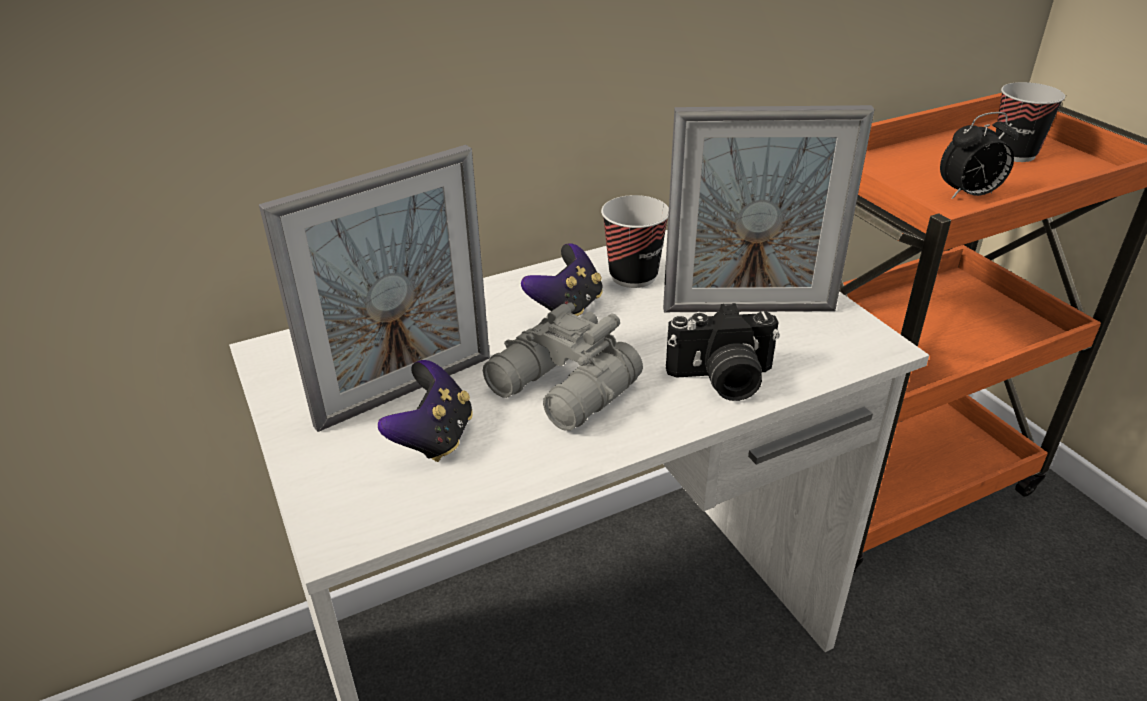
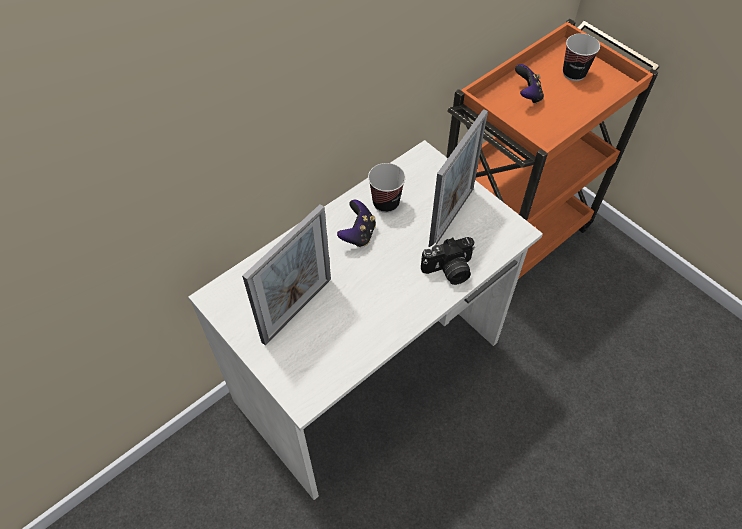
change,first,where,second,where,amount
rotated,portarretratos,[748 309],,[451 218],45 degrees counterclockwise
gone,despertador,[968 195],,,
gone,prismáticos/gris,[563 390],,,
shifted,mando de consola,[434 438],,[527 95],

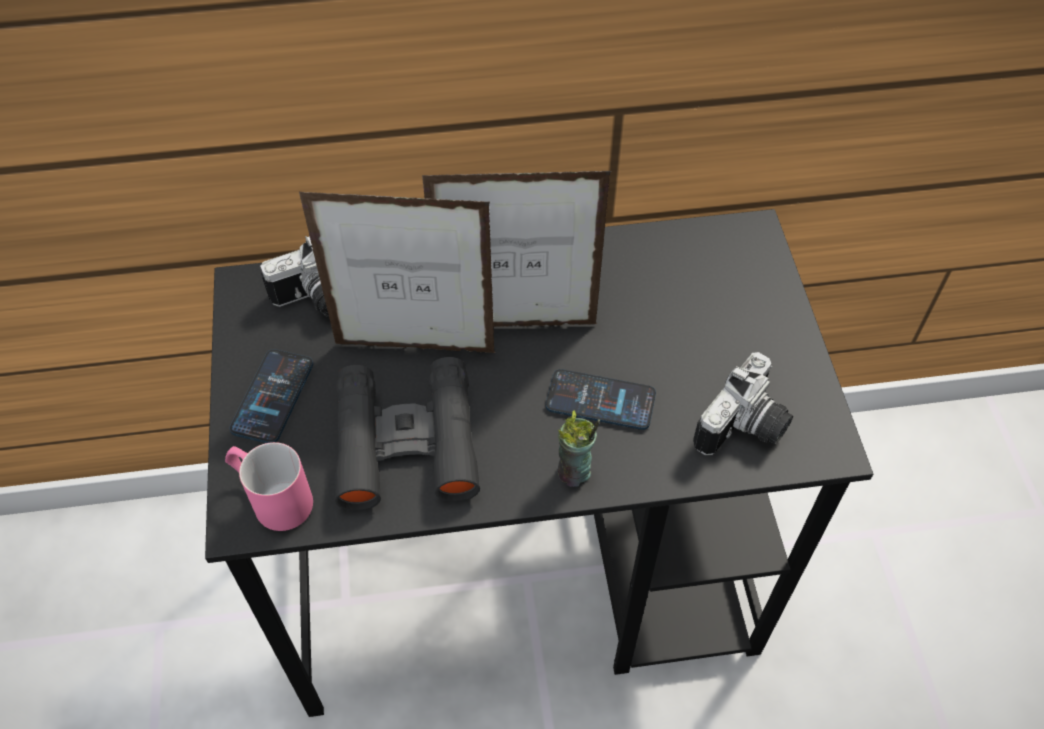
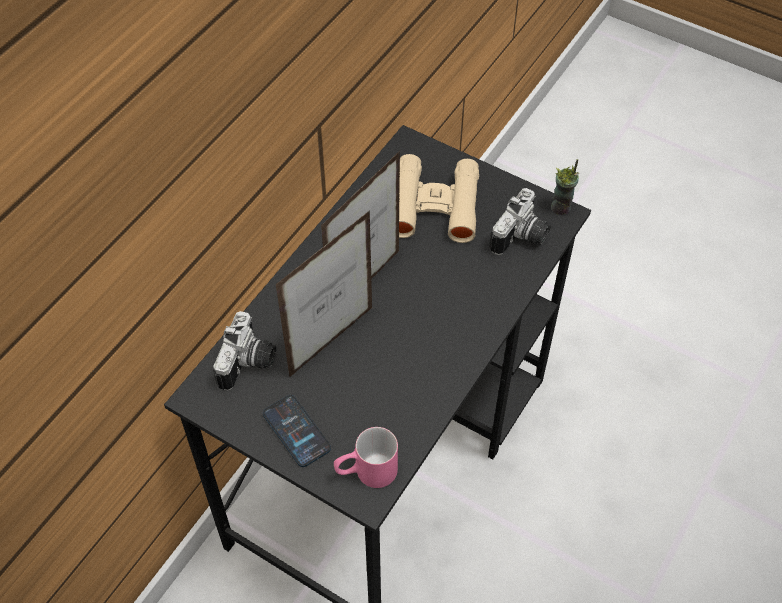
change,first,where,second,where,amount
rotated,cámara,[745 429],,[522 238],45 degrees clockwise
gone,prismáticos/negro,[406 442],,,
gone,móvil,[600 400],,,
shifted,taza,[574 473],,[561 207],
new,,,prismáticos/beis,[434 206],

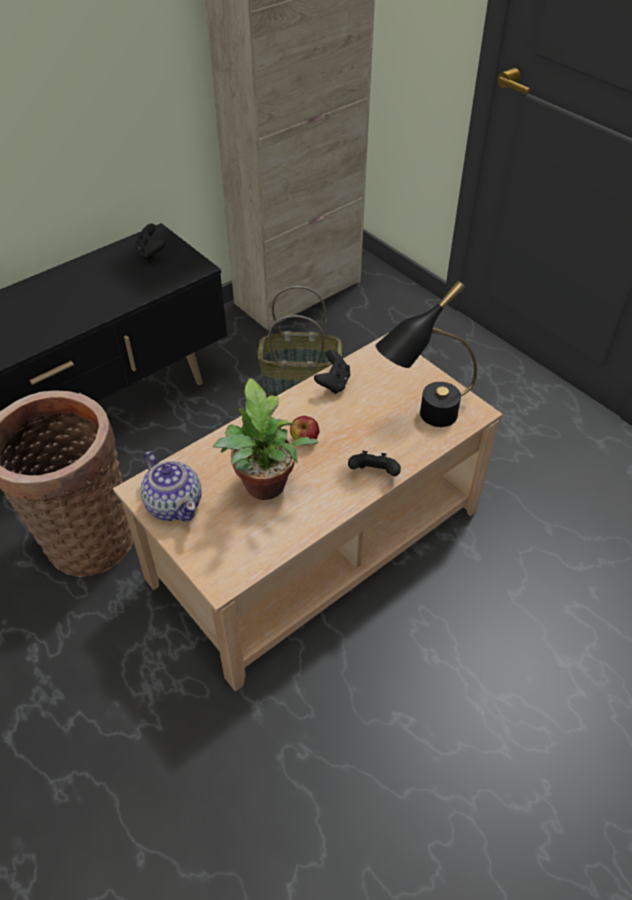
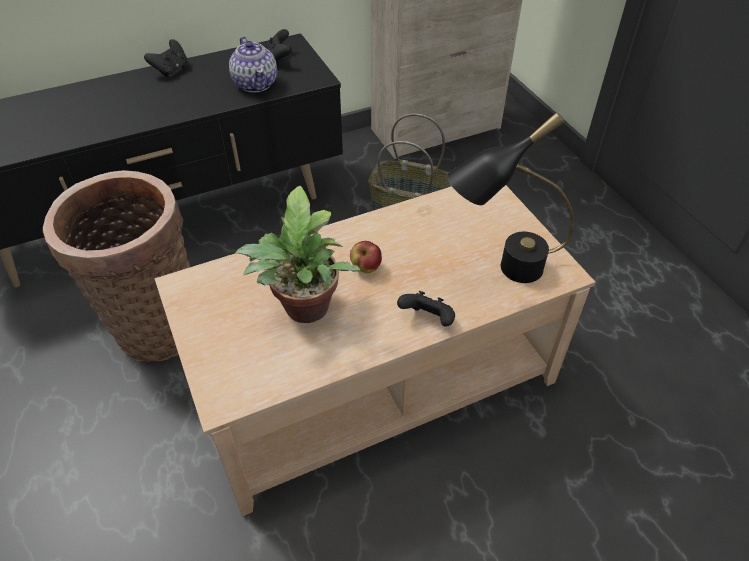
change,first,where,second,where,amount
shifted,mando de consola/negro,[333 383],,[171 70],
shifted,tetera,[174 504],,[256 84],

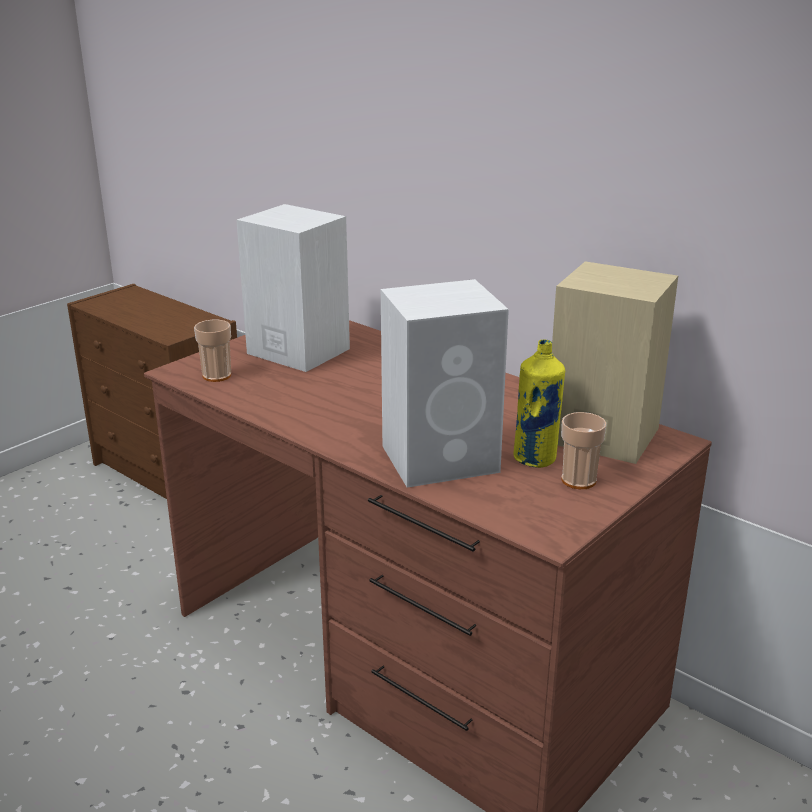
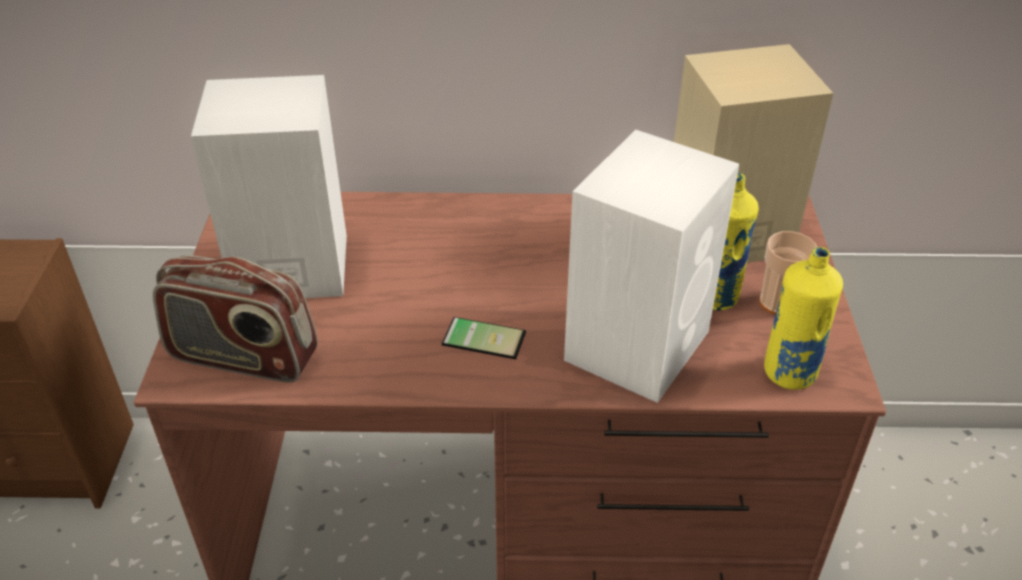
change,first,where,second,where,amount
swapped,taza,[217 376],radio,[243 357],
new,,,botella/amarillo,[788 373],
new,,,móvil,[485 335],

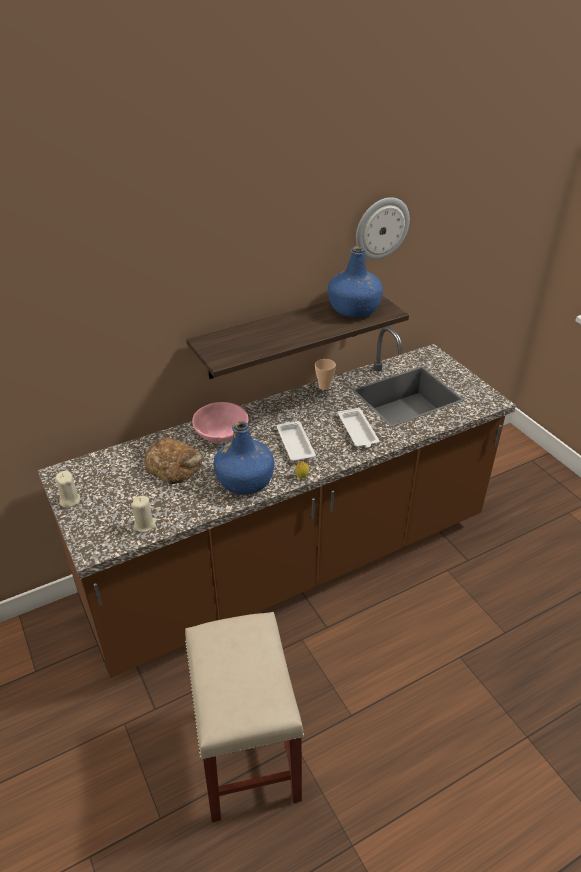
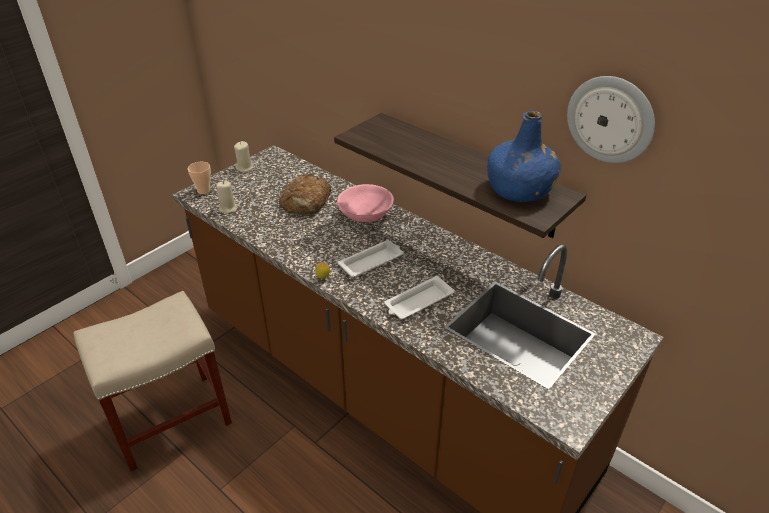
change,first,where,second,where,amount
shifted,taza,[324 386],,[204 191],
gone,botella/azul,[245 480],,,

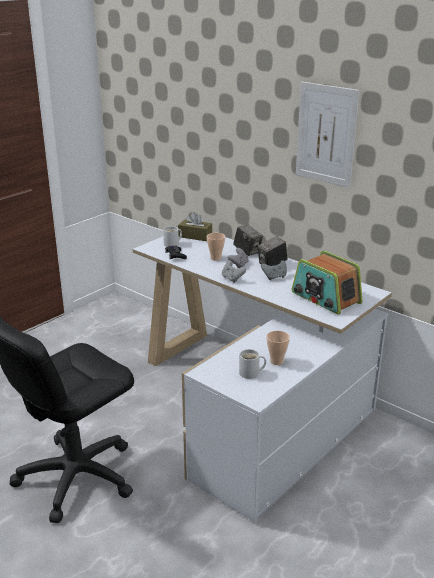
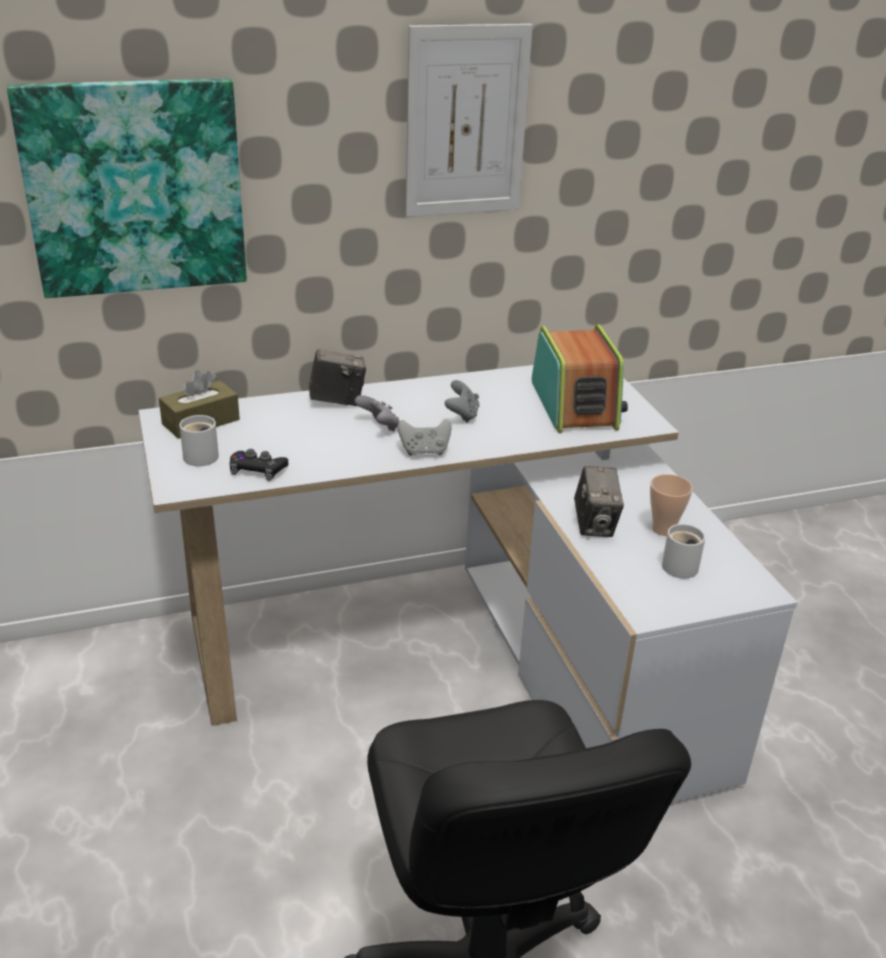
change,first,where,second,where,amount
gone,taza,[215 258],,,
shifted,cámara,[272 264],,[595 525],
rotated,radio,[325 298],,[575 405],90 degrees counterclockwise
new,,,cuadro,[135 188],

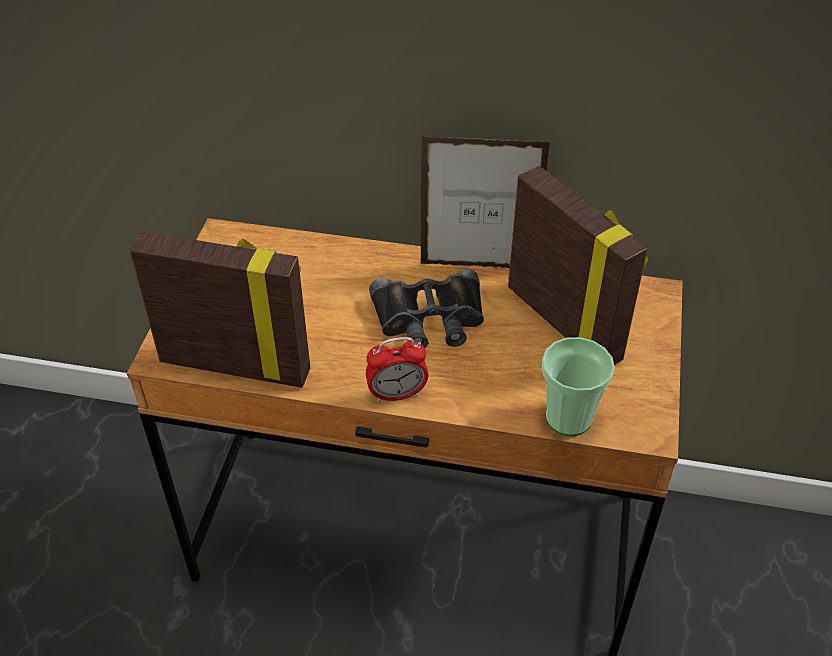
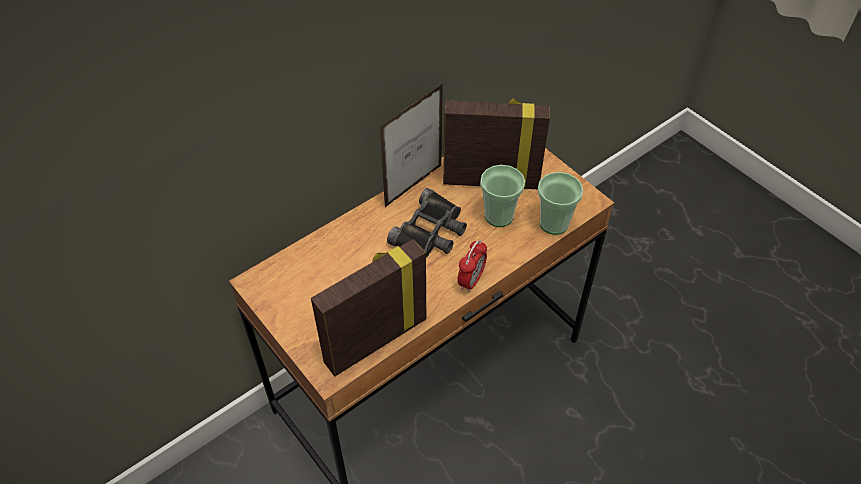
change,first,where,second,where,amount
new,,,taza,[499 216],

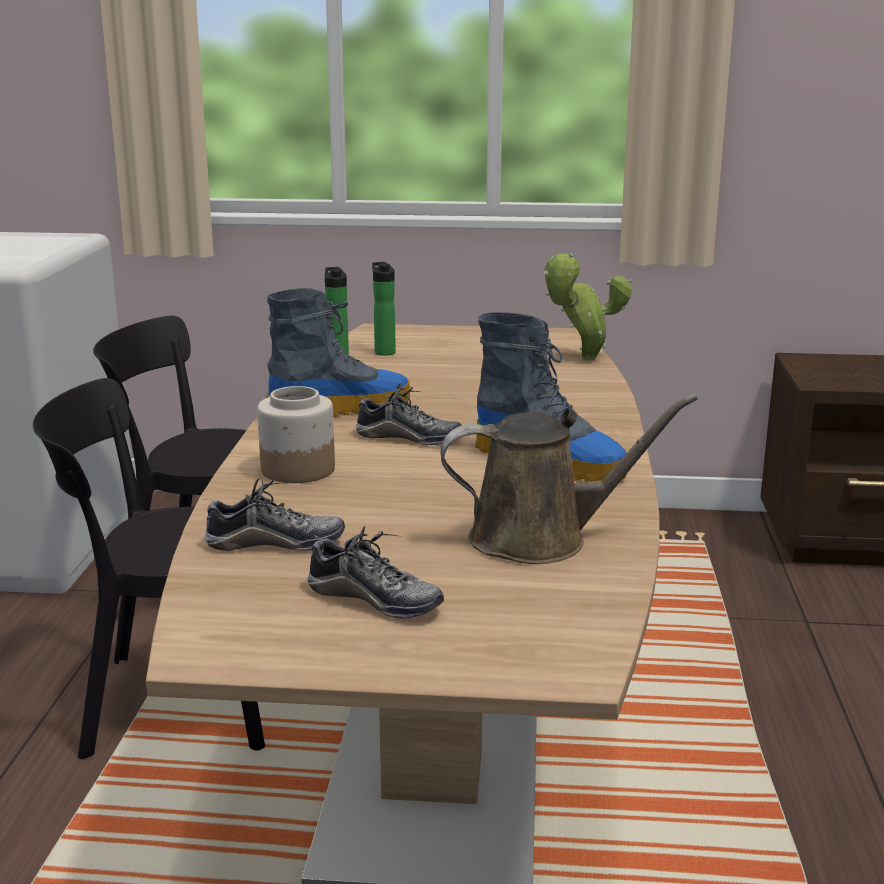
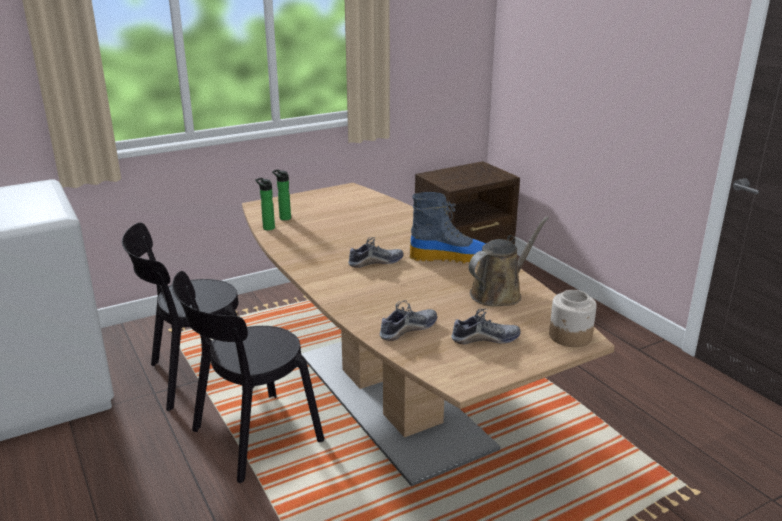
change,first,where,second,where,amount
gone,planta en maceta,[583 359],,,
gone,bota,[340 410],,,
shifted,tarro,[297 470],,[570 336],

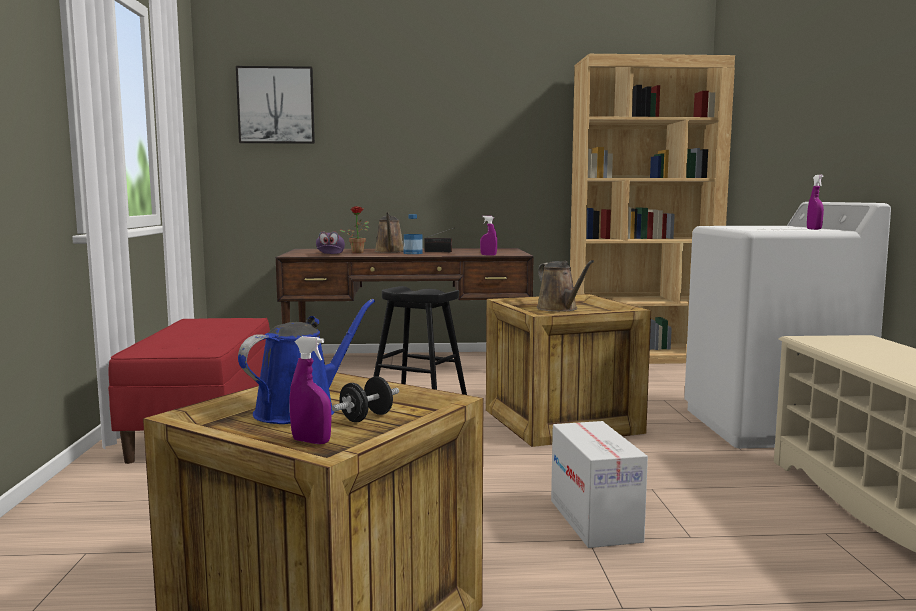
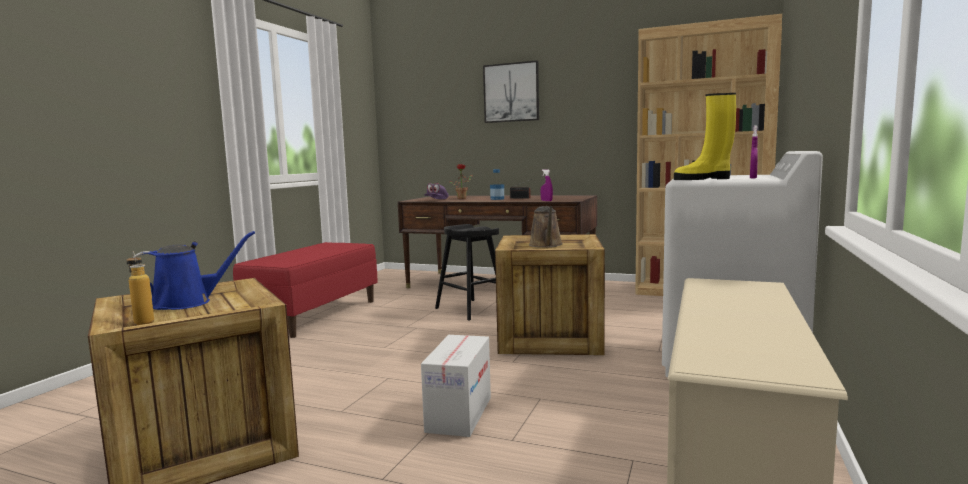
change,first,where,second,where,amount
shifted,cuadro,[276 105],,[511 92],
gone,regadera/marrón,[389 251],,,
swapped,pulverizador/morado,[311 441],botella,[142 321],
gone,mancuerna/negro,[366 418],,,
new,,,bota/amarillo,[703 179],

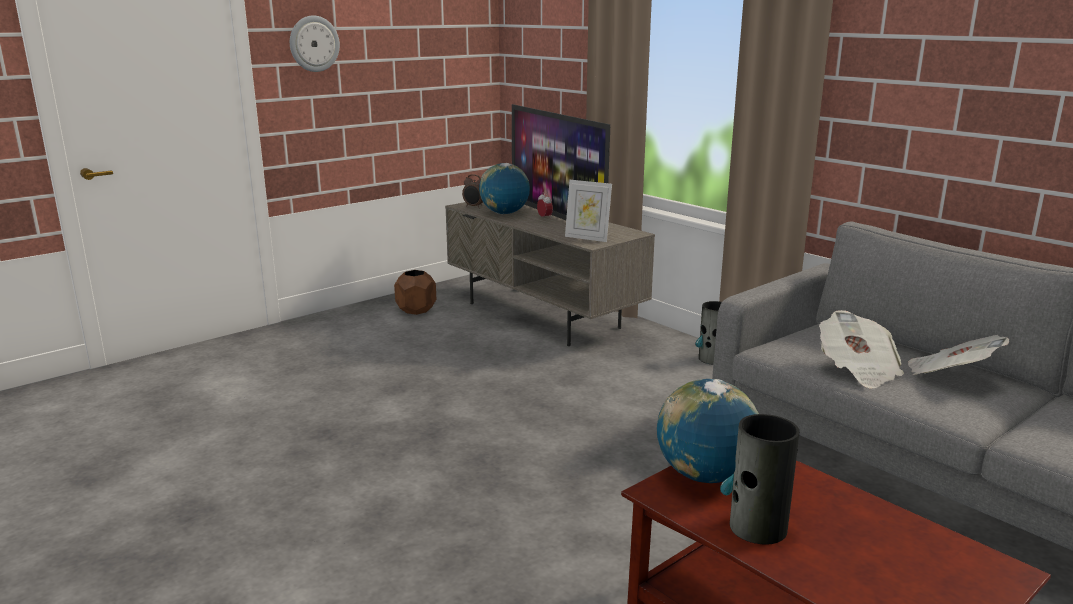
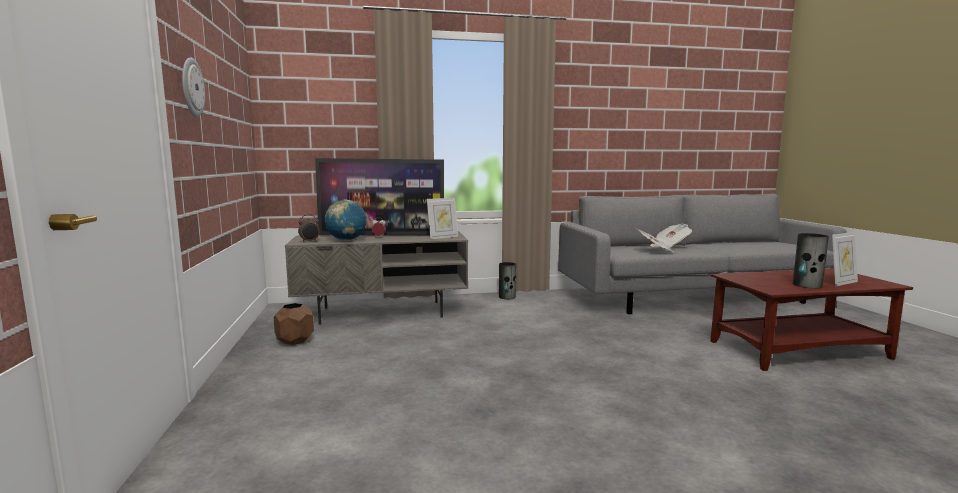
change,first,where,second,where,amount
gone,globo terráqueo,[705 475],,,
new,,,portarretratos,[842 283],

